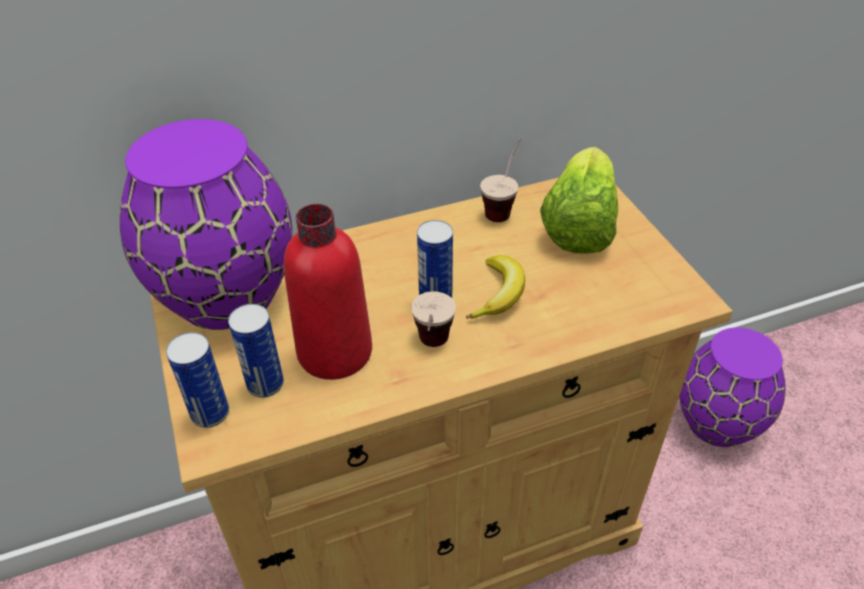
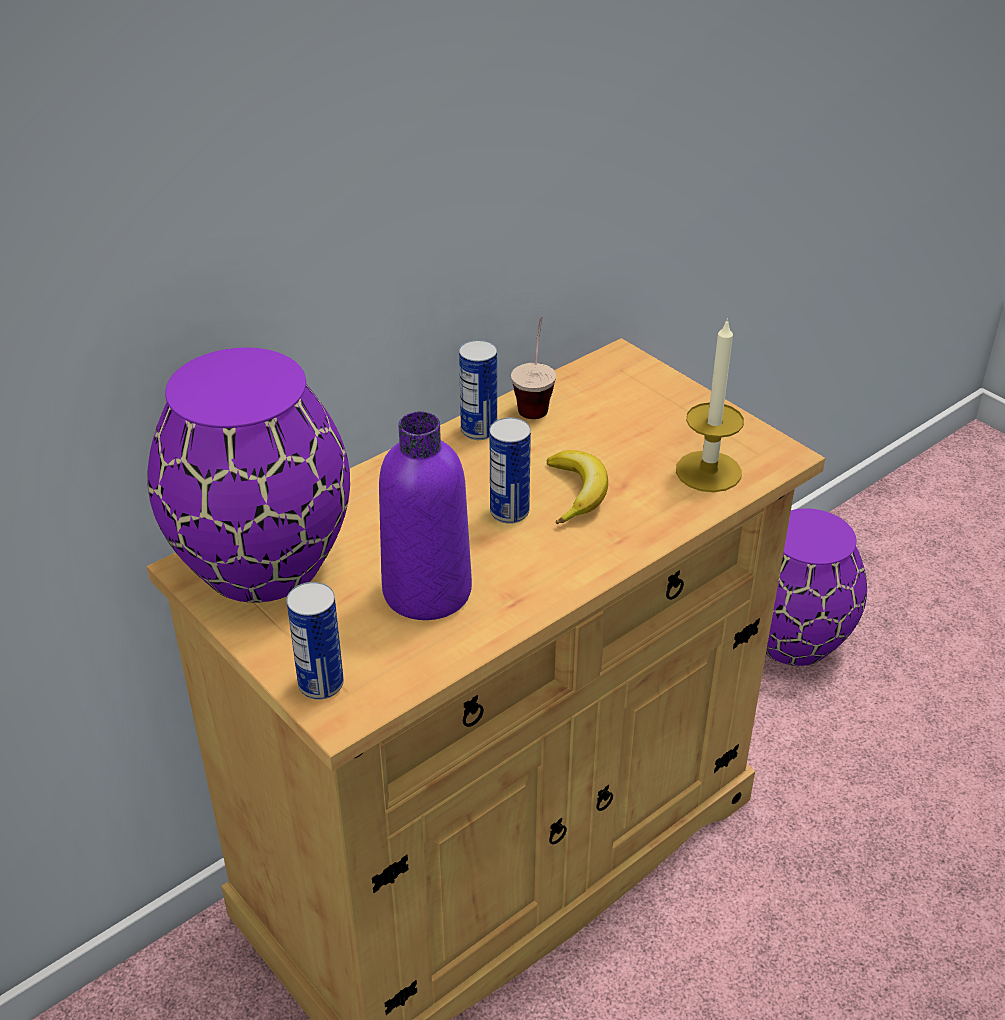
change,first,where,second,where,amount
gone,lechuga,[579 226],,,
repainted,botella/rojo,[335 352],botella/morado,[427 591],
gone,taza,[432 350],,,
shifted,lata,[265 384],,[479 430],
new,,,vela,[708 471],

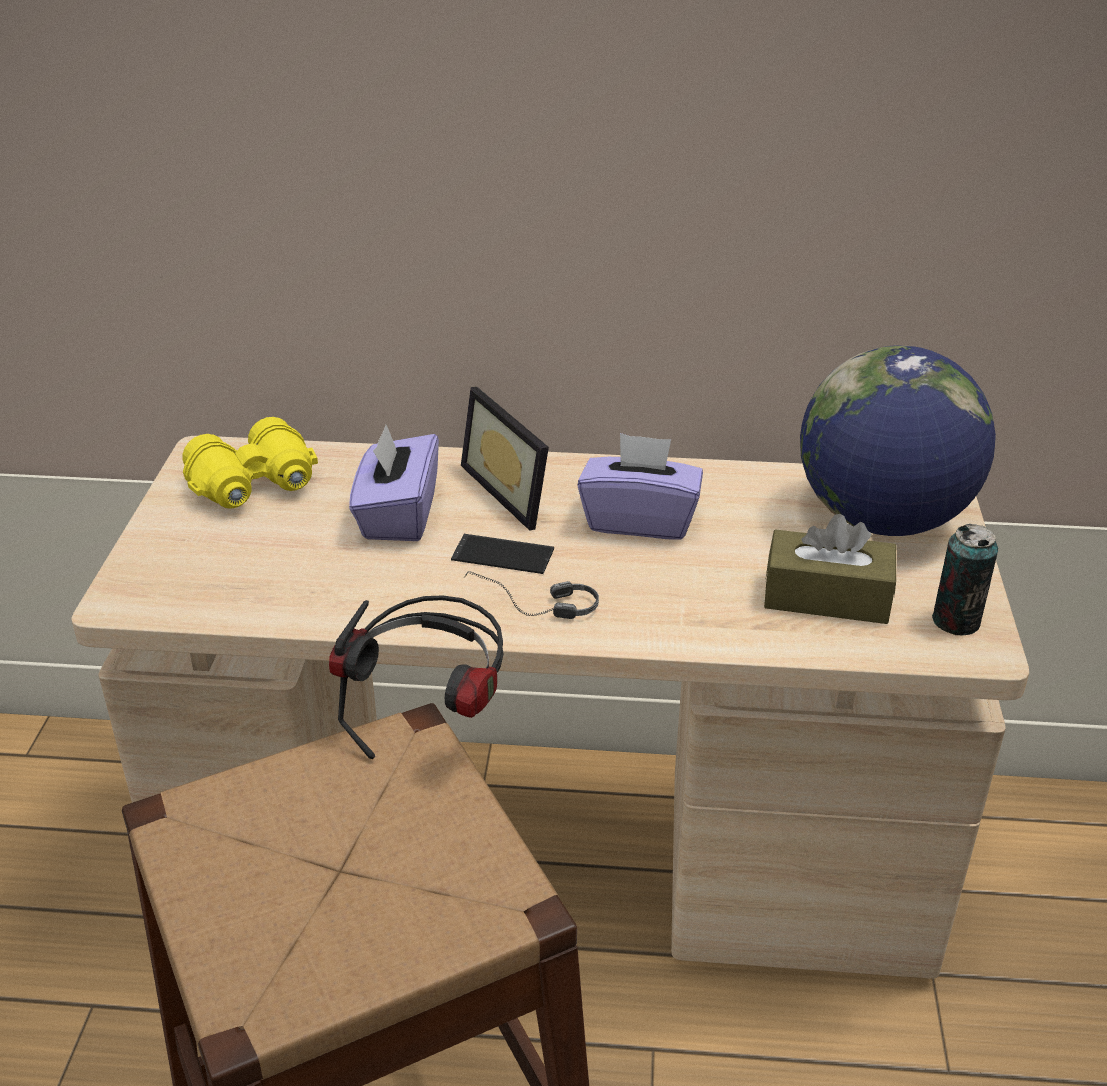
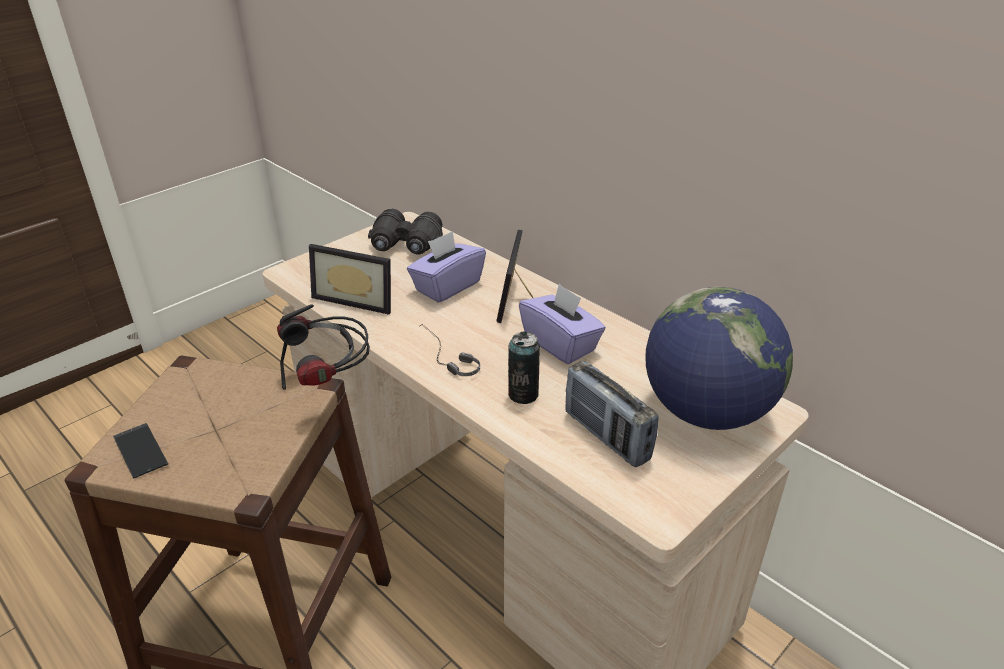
change,first,where,second,where,amount
repainted,prismáticos/amarillo,[255 486],prismáticos/negro,[406 246],
swapped,caja de pañuelos/marrón,[827 597],radio,[606 436],
shifted,lata,[956 621],,[523 394],
shifted,móvil,[503 555],,[140 450],
new,,,portarretratos,[357 298],

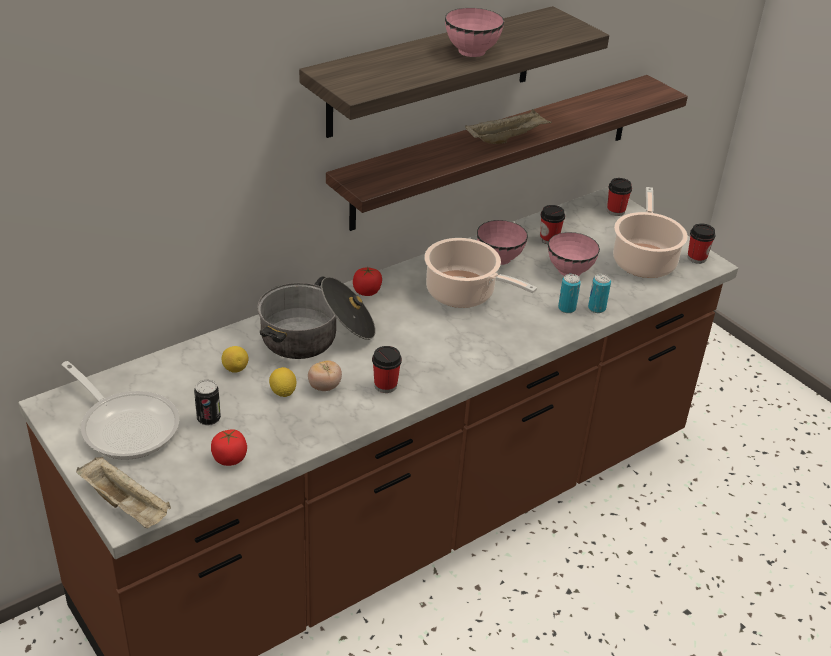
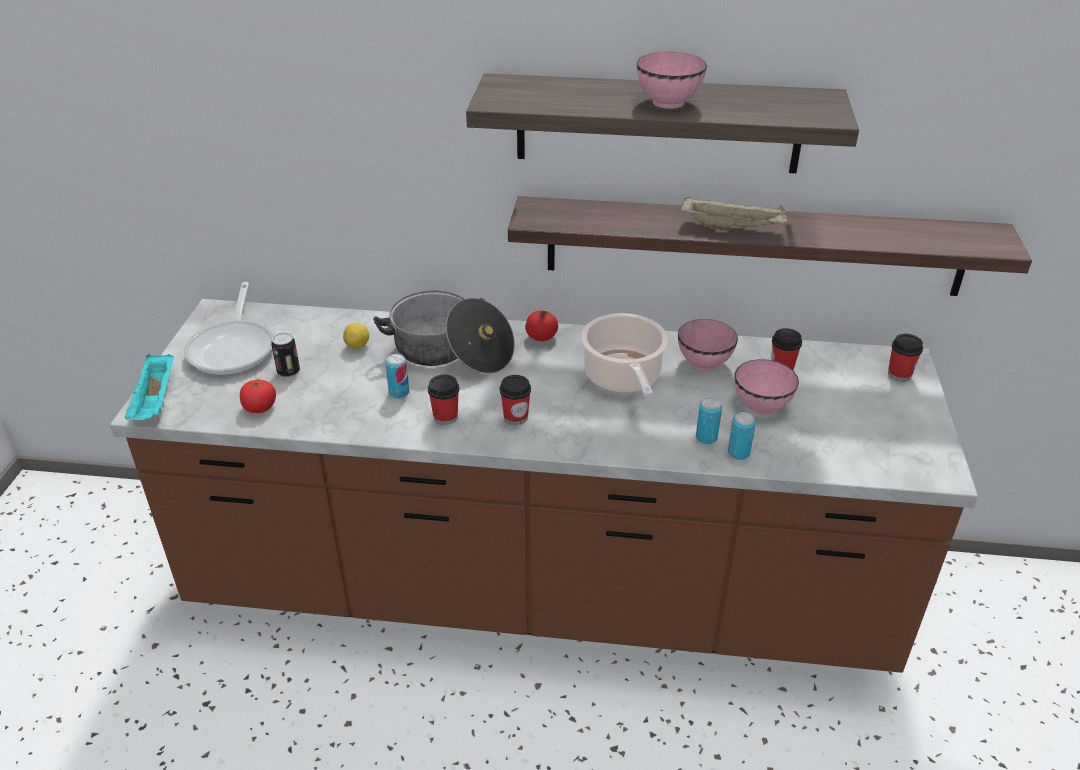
change,first,where,second,where,amount
gone,olla,[644 260],,,
shifted,taza,[696 258],,[515 417],
swapped,tomate,[324 387],lata,[399 393],
gone,limón,[283 392],,,
repainted,bandeja/beis,[127 506],bandeja/turquesa,[156 401],

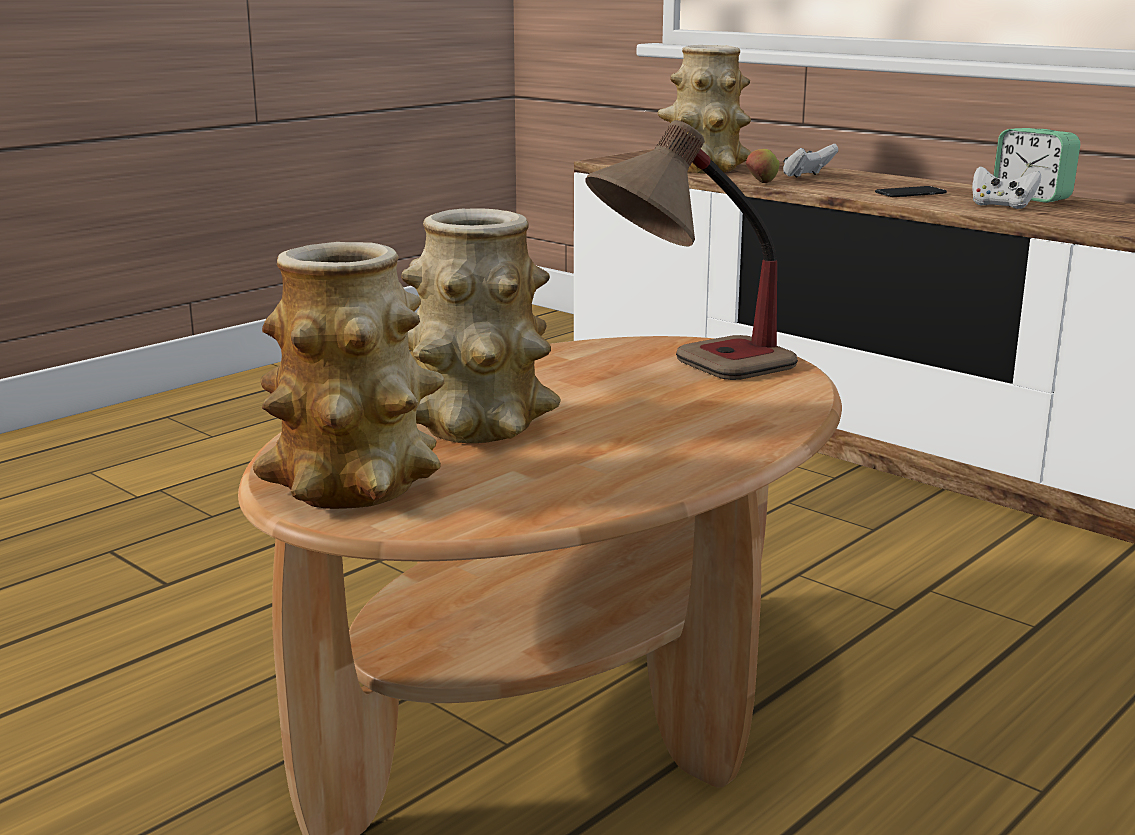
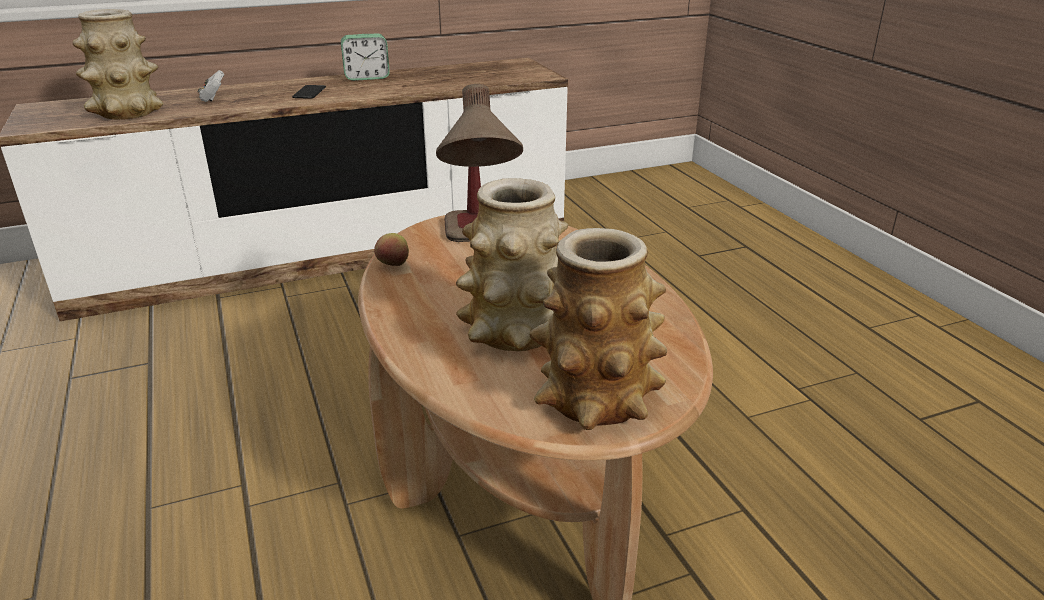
change,first,where,second,where,amount
shifted,manzana,[761 182],,[393 266],
gone,mando de consola/blanco,[1001 206],,,

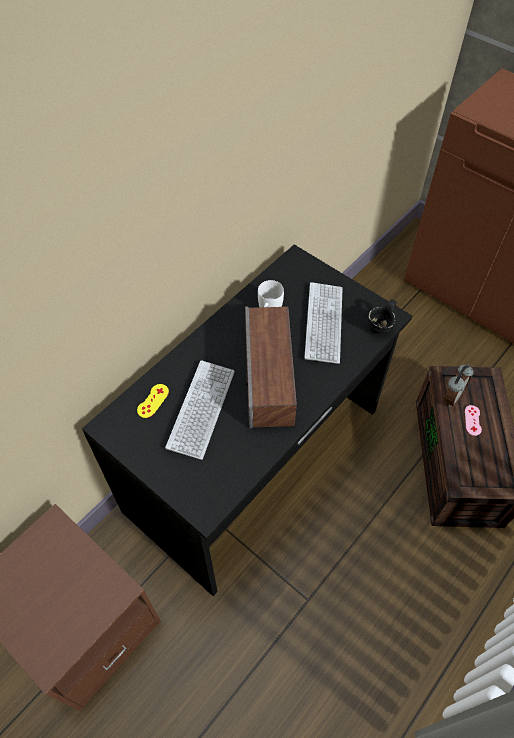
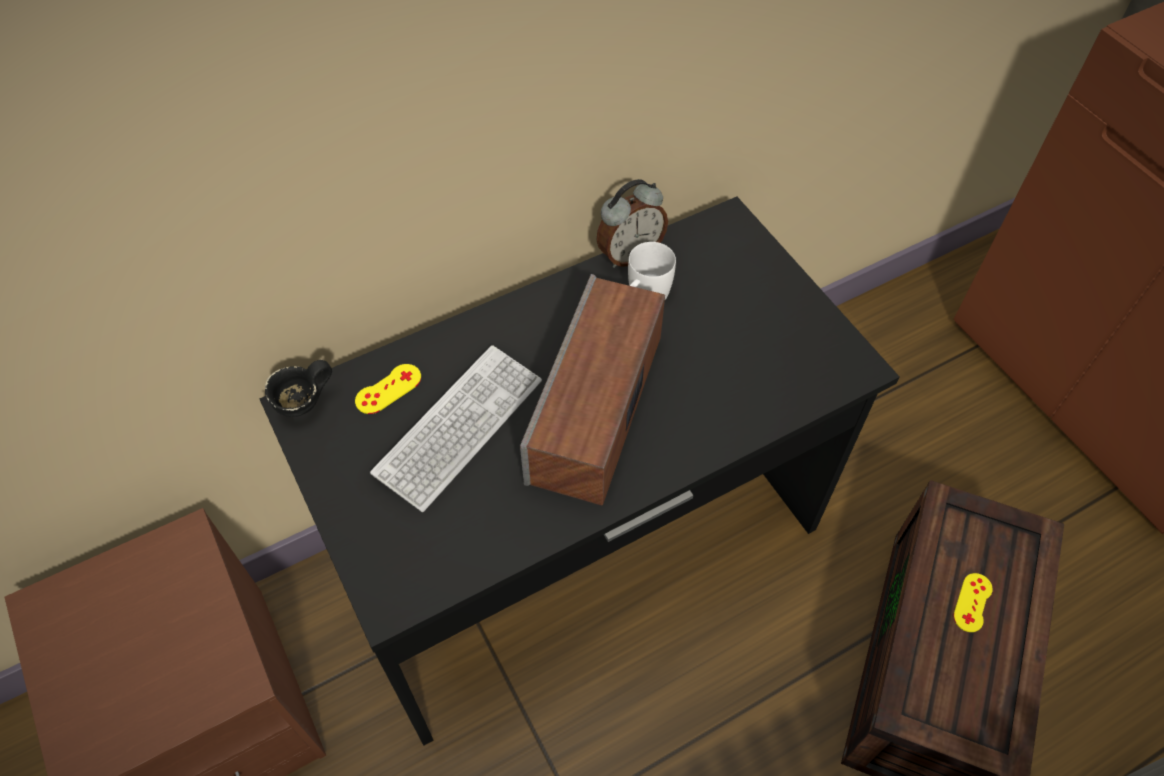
change,first,where,second,where,amount
gone,teclado,[324 323],,,
shifted,taza grande/negro,[381 328],,[306 407],
shifted,despertador,[451 397],,[629 254],
repainted,mando de consola/rosa,[472 420],mando de consola/amarillo,[972 602],

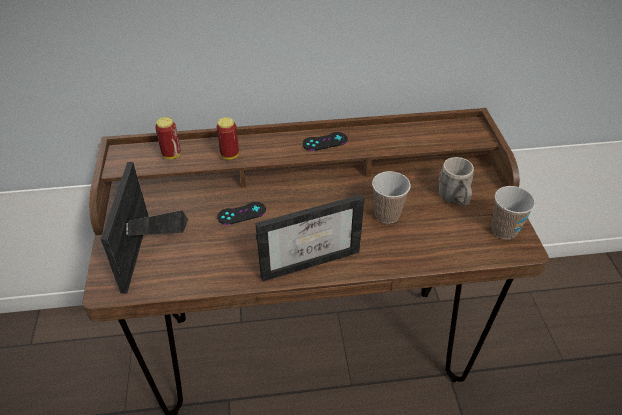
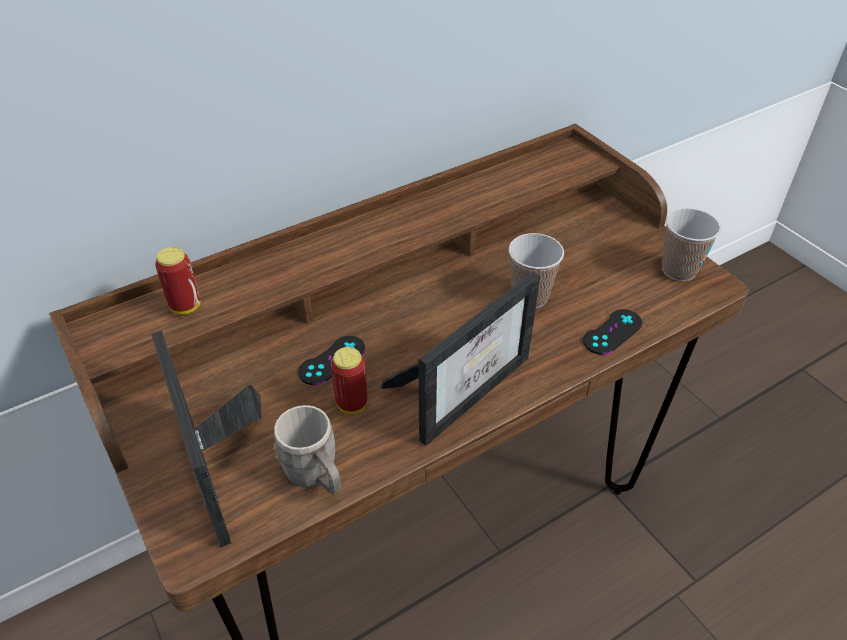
change,first,where,second,where,amount
shifted,lata,[229 155],,[351 404],
shifted,mando de consola/negro,[325 141],,[612 332],
shifted,taza grande/gris,[454 199],,[316 476],

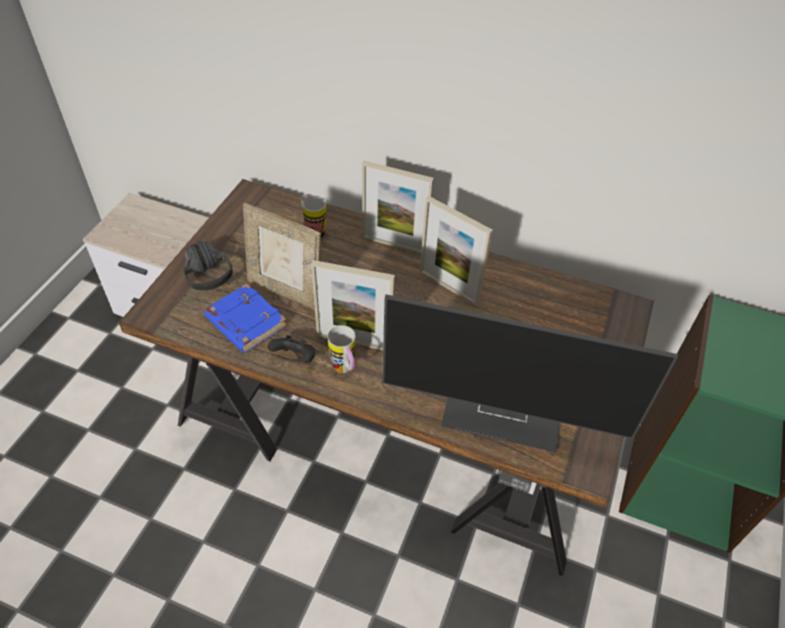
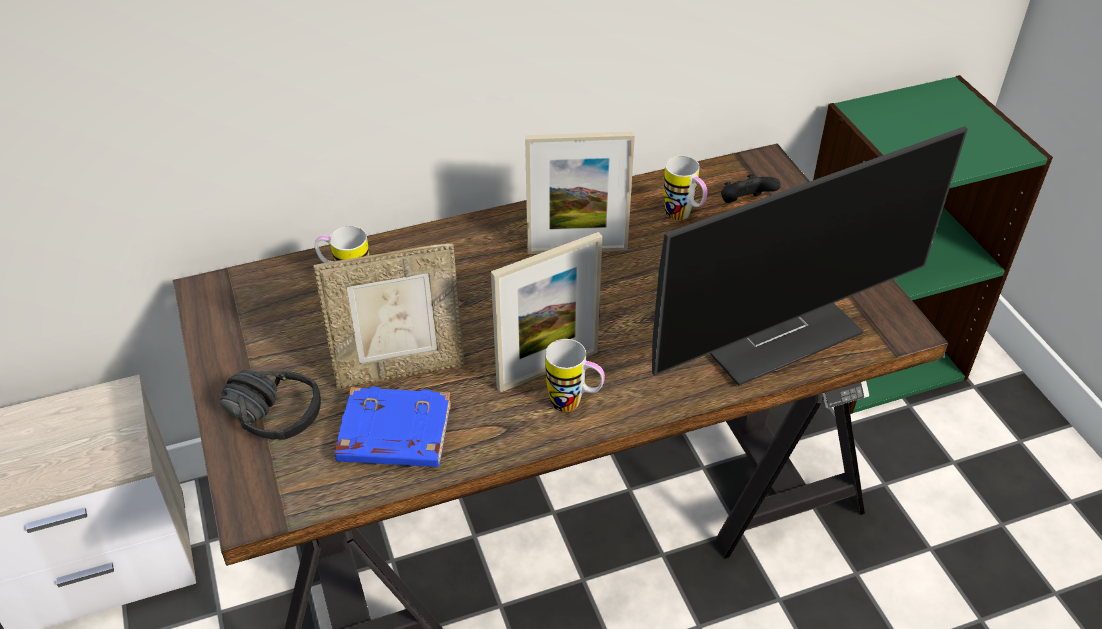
change,first,where,second,where,amount
gone,portarretratos,[394 245],,,
shifted,mando de consola/negro,[295 358],,[744 203],
new,,,taza grande,[683 217],

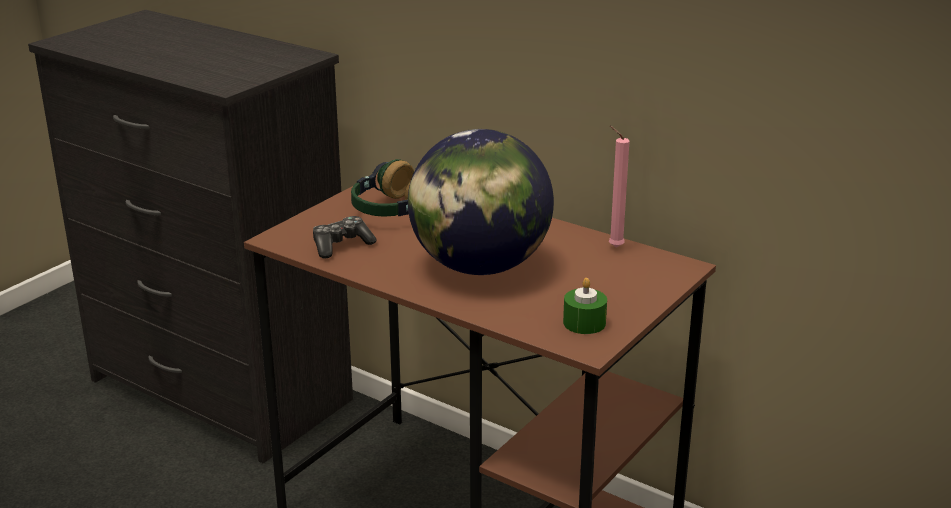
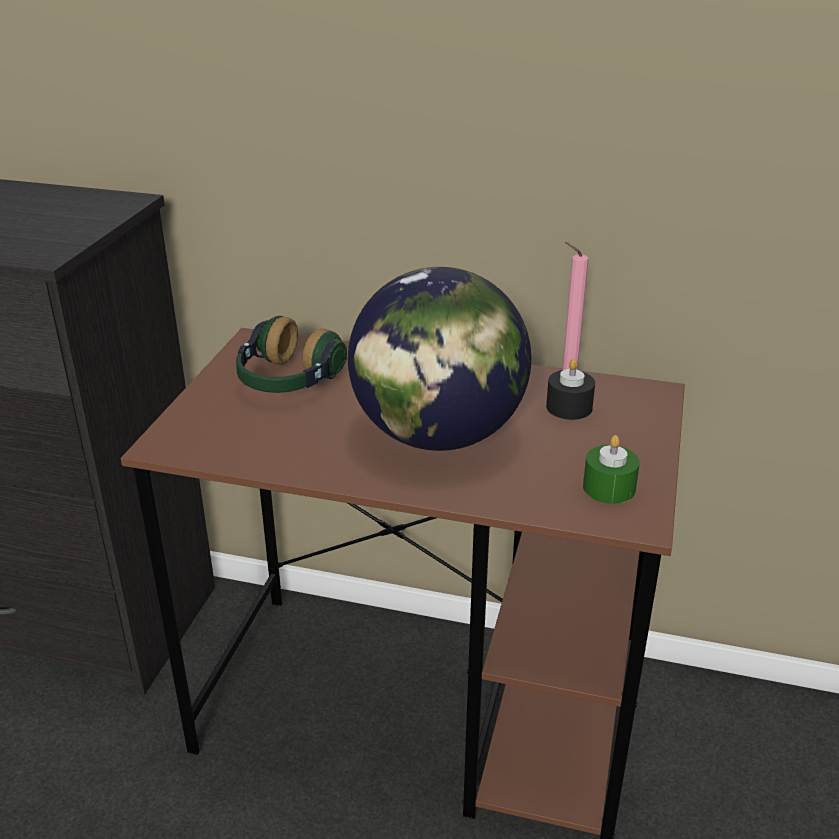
change,first,where,second,where,amount
gone,mando de consola,[341 245],,,
new,,,vela/negro,[569 407],

